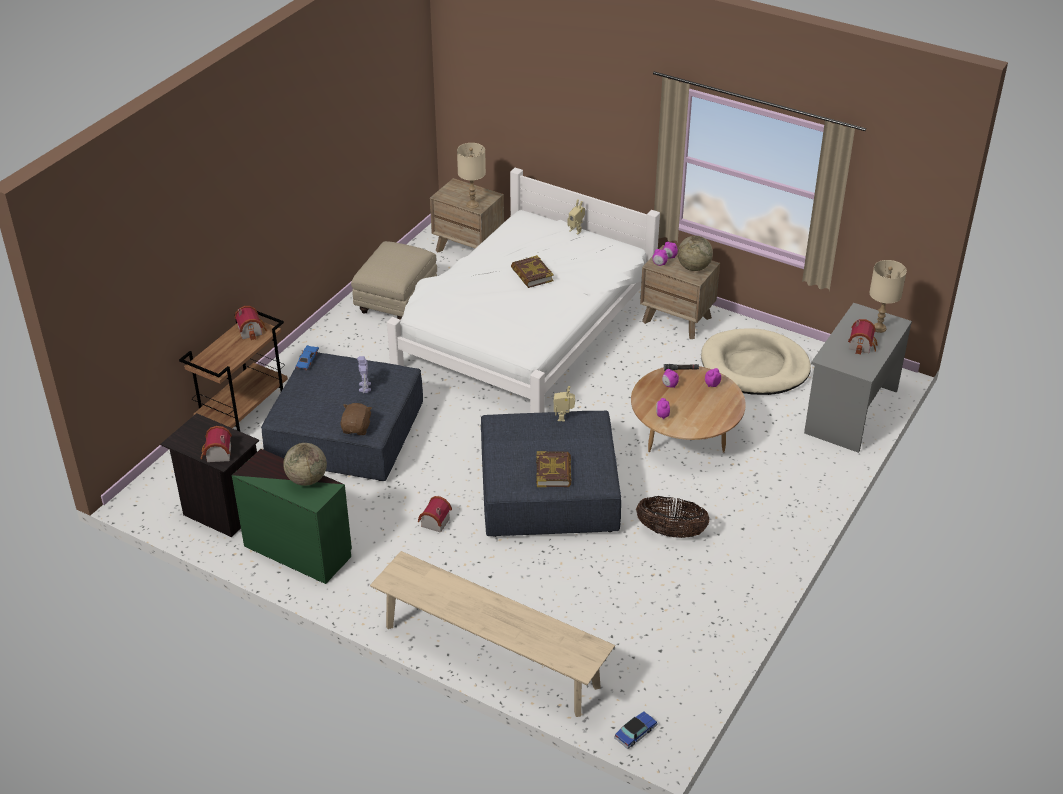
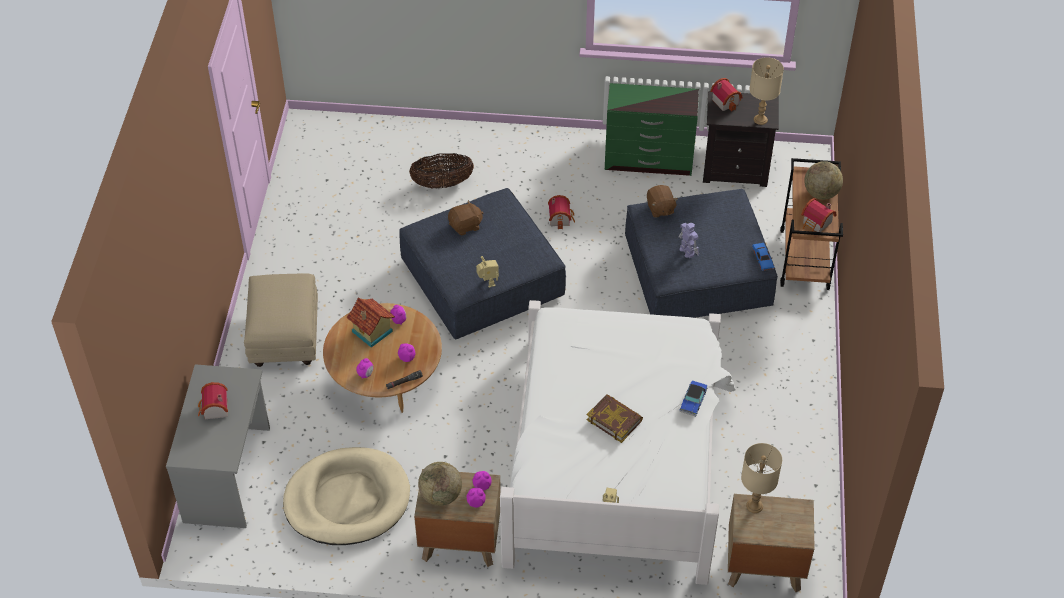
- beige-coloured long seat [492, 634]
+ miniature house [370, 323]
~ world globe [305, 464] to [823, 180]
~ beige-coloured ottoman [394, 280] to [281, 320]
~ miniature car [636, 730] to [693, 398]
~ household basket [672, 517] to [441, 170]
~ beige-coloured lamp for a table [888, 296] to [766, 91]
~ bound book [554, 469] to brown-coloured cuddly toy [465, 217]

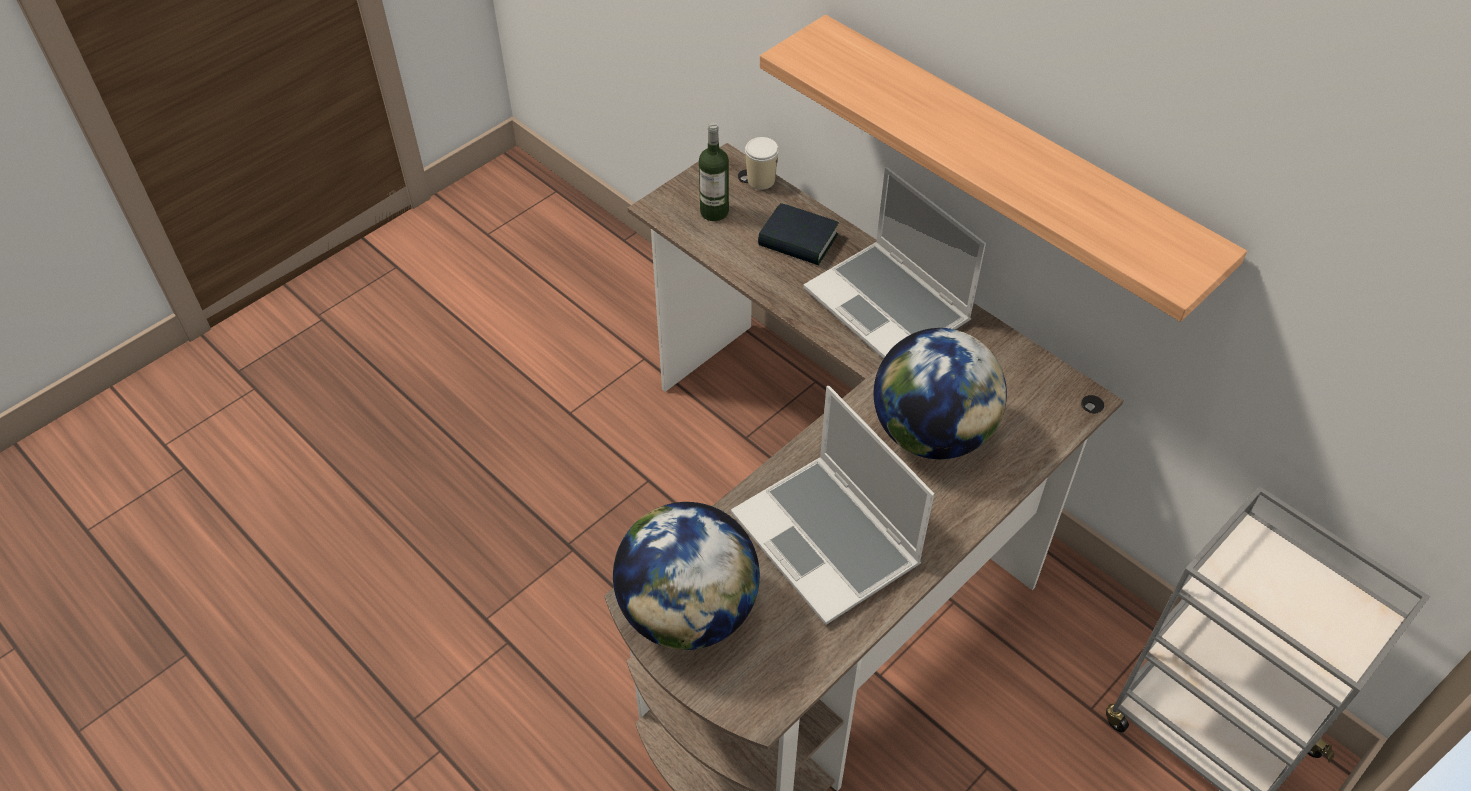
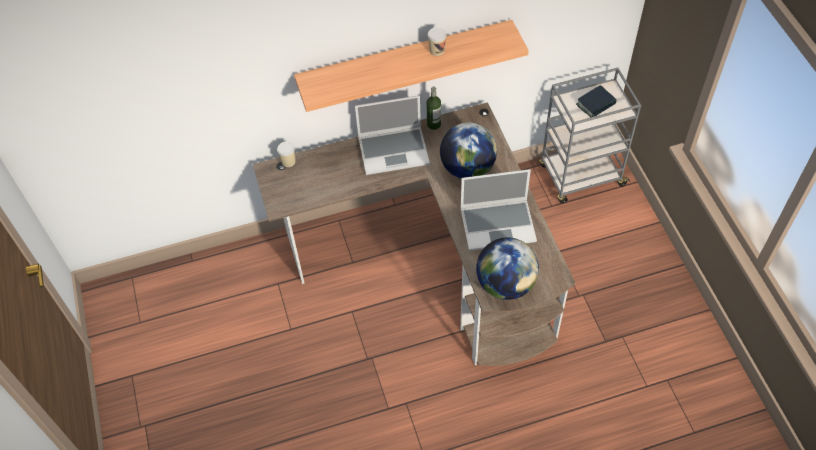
+ drinking cup [437, 41]
~ beverage bottle [714, 172] to [434, 108]
~ bound book [798, 234] to [596, 101]

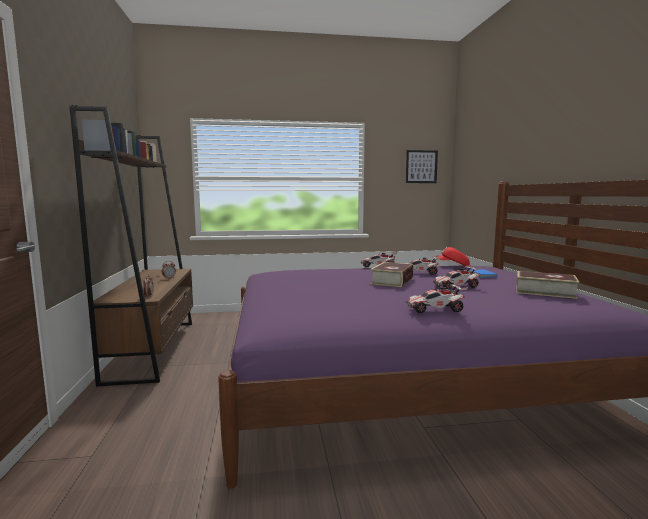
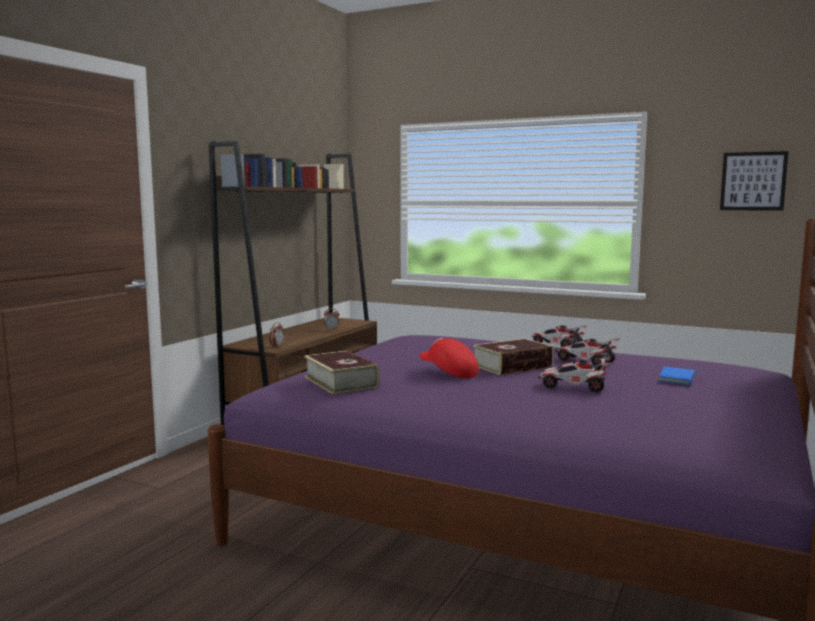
- miniature car [437, 297]
~ reddish cap [453, 256] to [449, 358]
~ bound book [547, 285] to [341, 372]

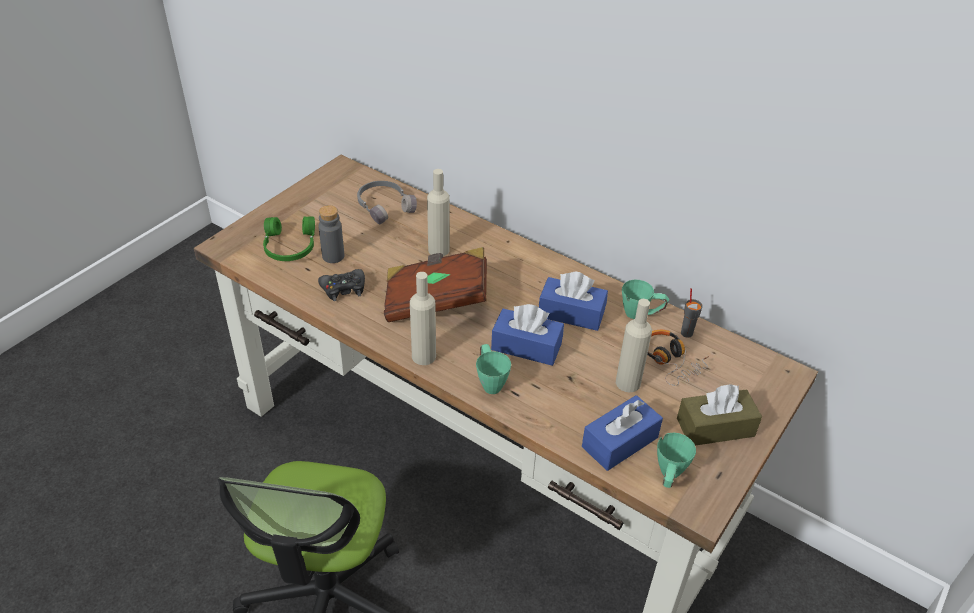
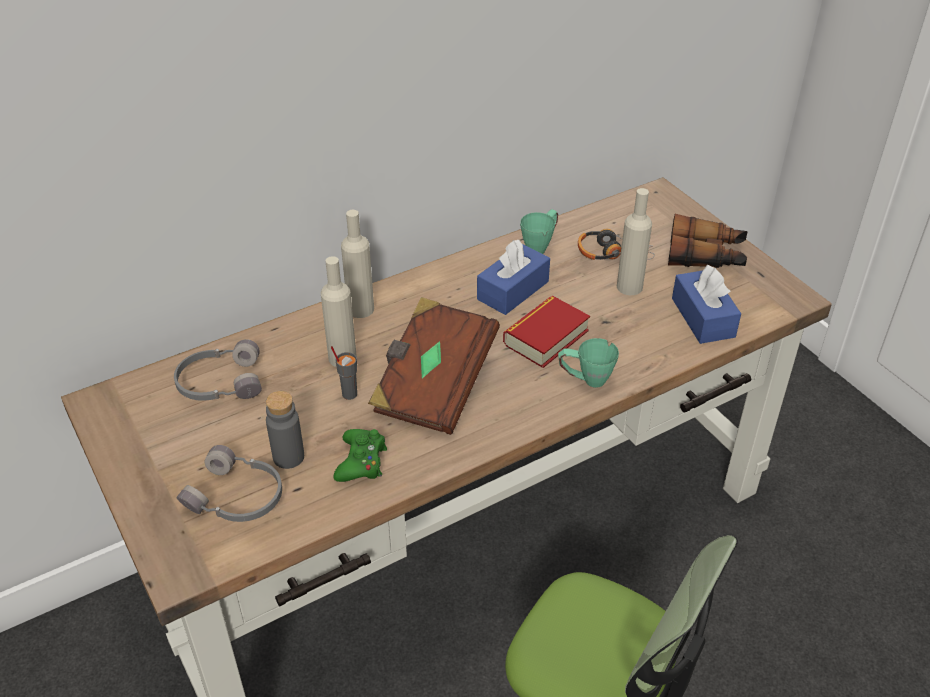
- greenish mug [676, 460]
~ beige-coloured beverage bottle [423, 318] to [357, 264]
~ gray drinking cup [692, 313] to [344, 373]
~ bluish box of tissues [527, 335] to bound book [546, 332]
~ brown-coloured box of tissues [719, 415] to pair of binoculars [708, 241]
~ greenish headphones [289, 238] to gray headphones [229, 483]
~ black gamepad [341, 285] to greenish gamepad [360, 455]

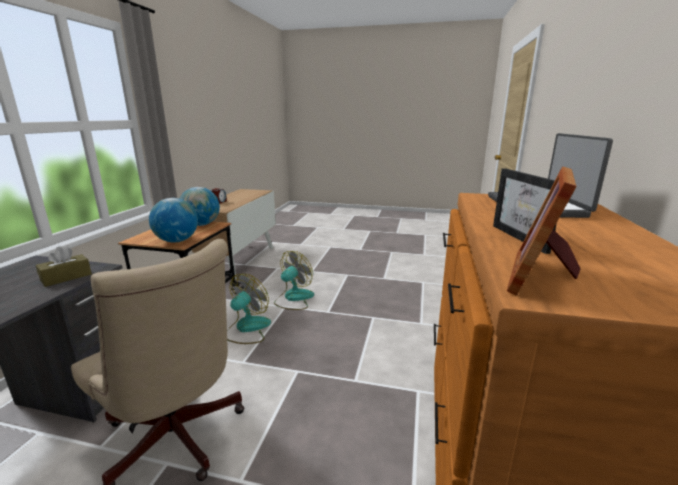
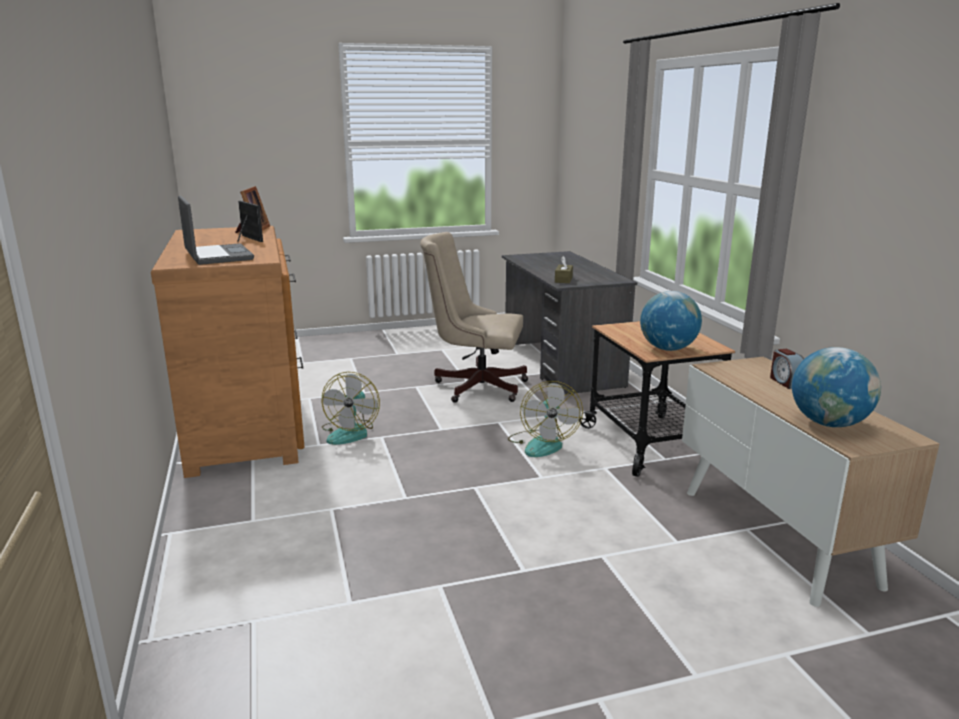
~ world globe [173, 220] to [836, 387]
~ electric fan [294, 280] to [350, 408]

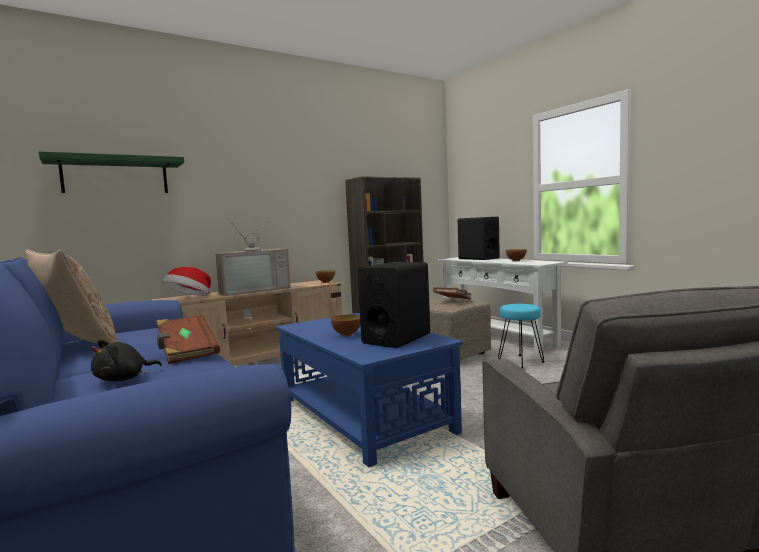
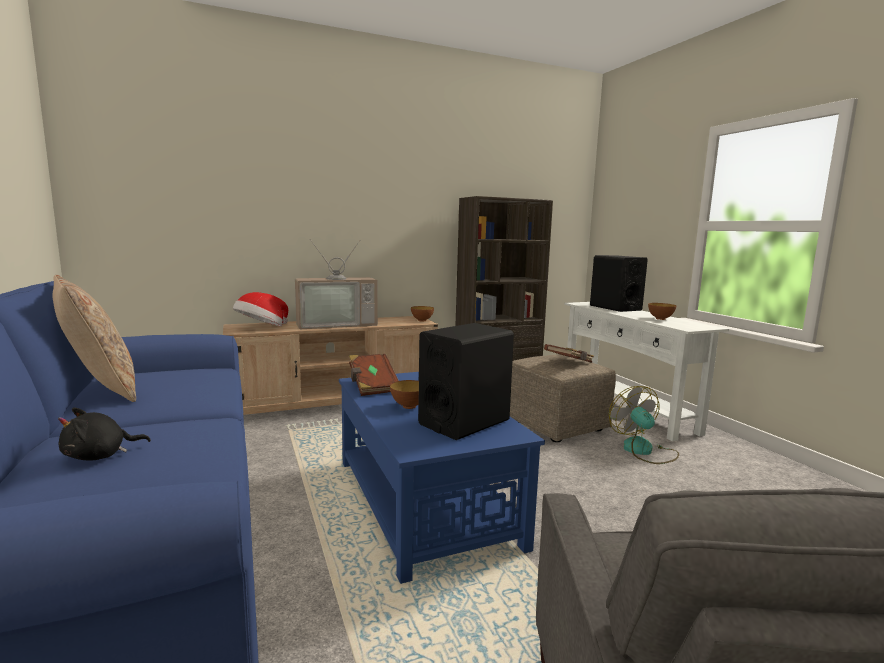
- greenish wall shelf [111, 172]
~ brown-coloured bound book [188, 339] to [374, 375]
~ turquoise stool [521, 336] to electric fan [644, 425]

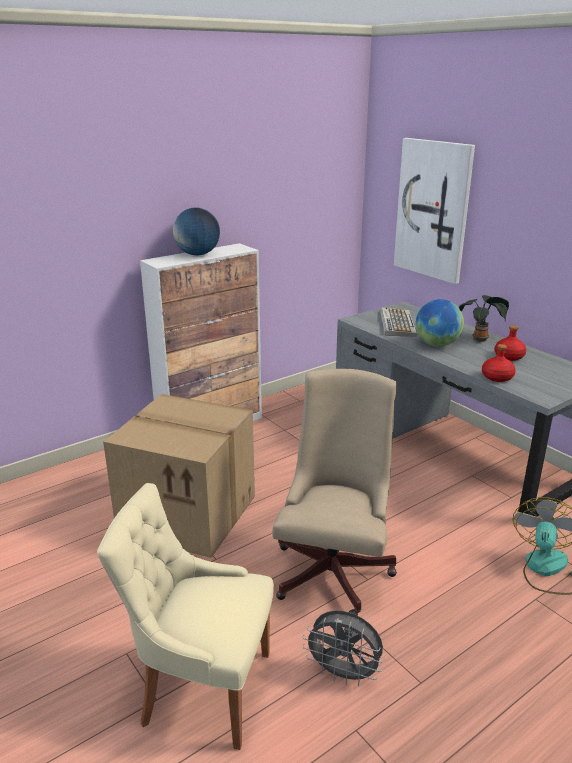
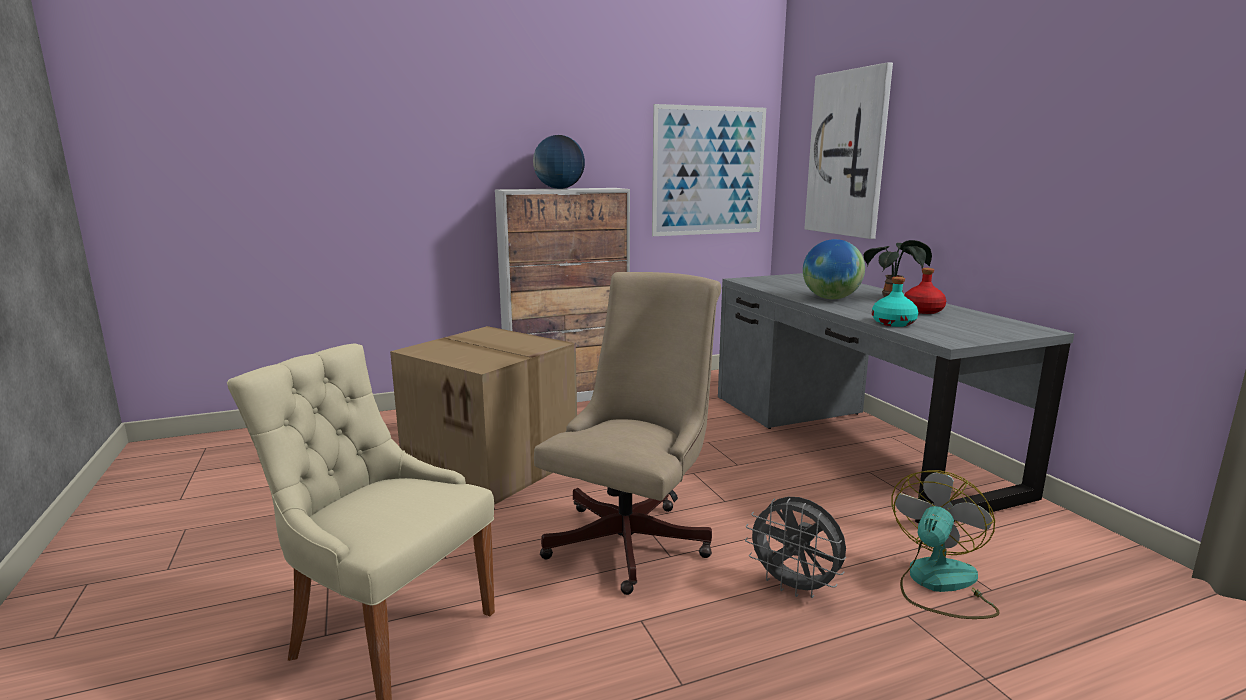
- keyboard [398, 321]
+ wall picture [709, 170]
~ gray electric fan [343, 648] to [795, 547]
~ reddish beverage bottle [499, 363] to turquoise beverage bottle [895, 302]

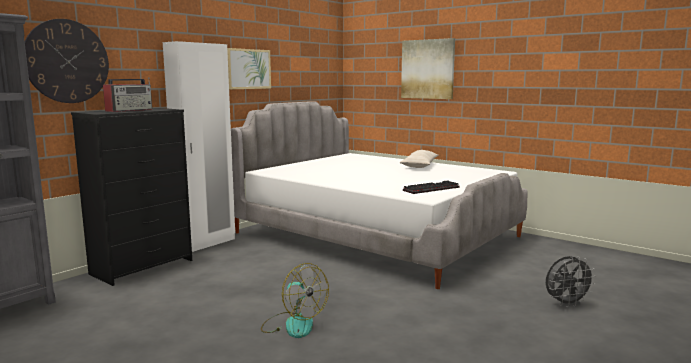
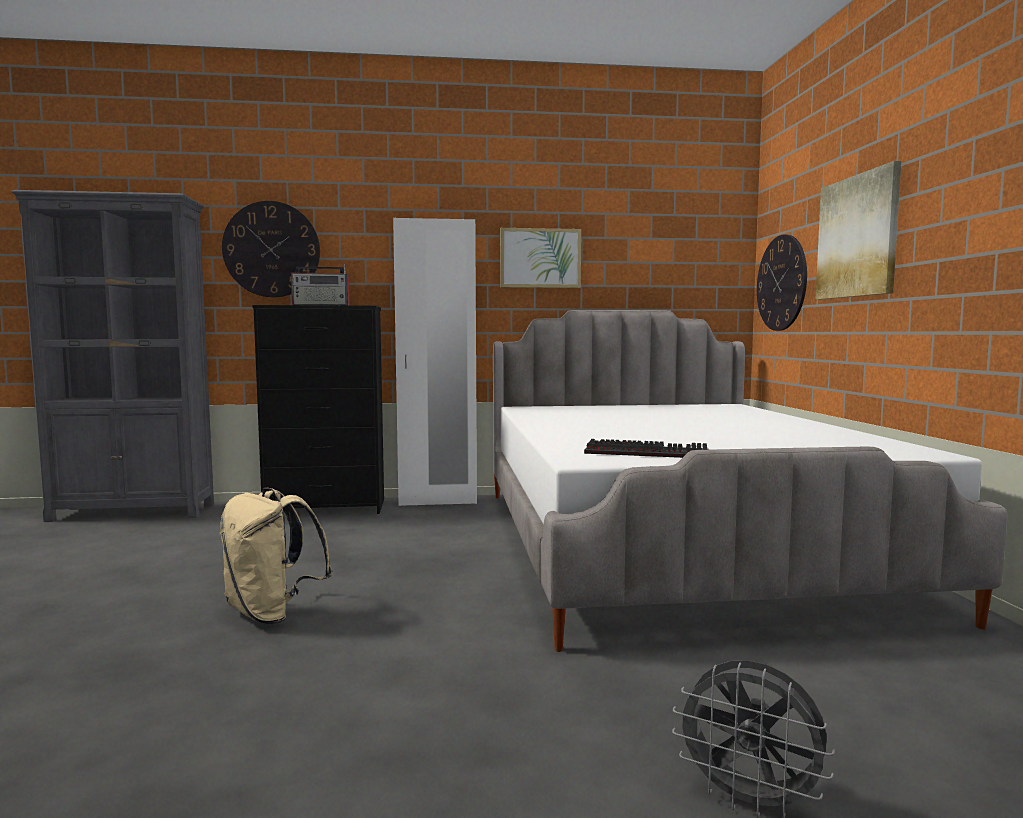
- beige-coloured pillow [419, 159]
+ clock on the wall [782, 282]
~ electric fan [295, 300] to beige-coloured knapsack [276, 556]

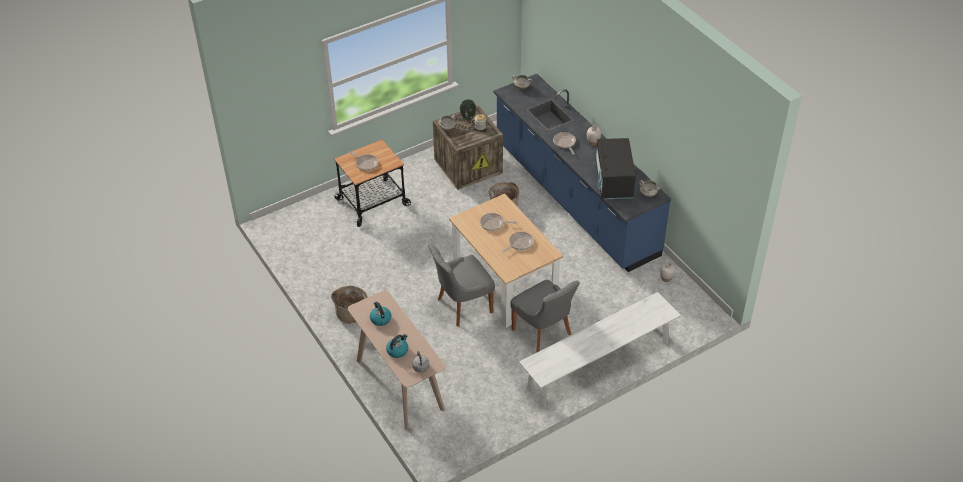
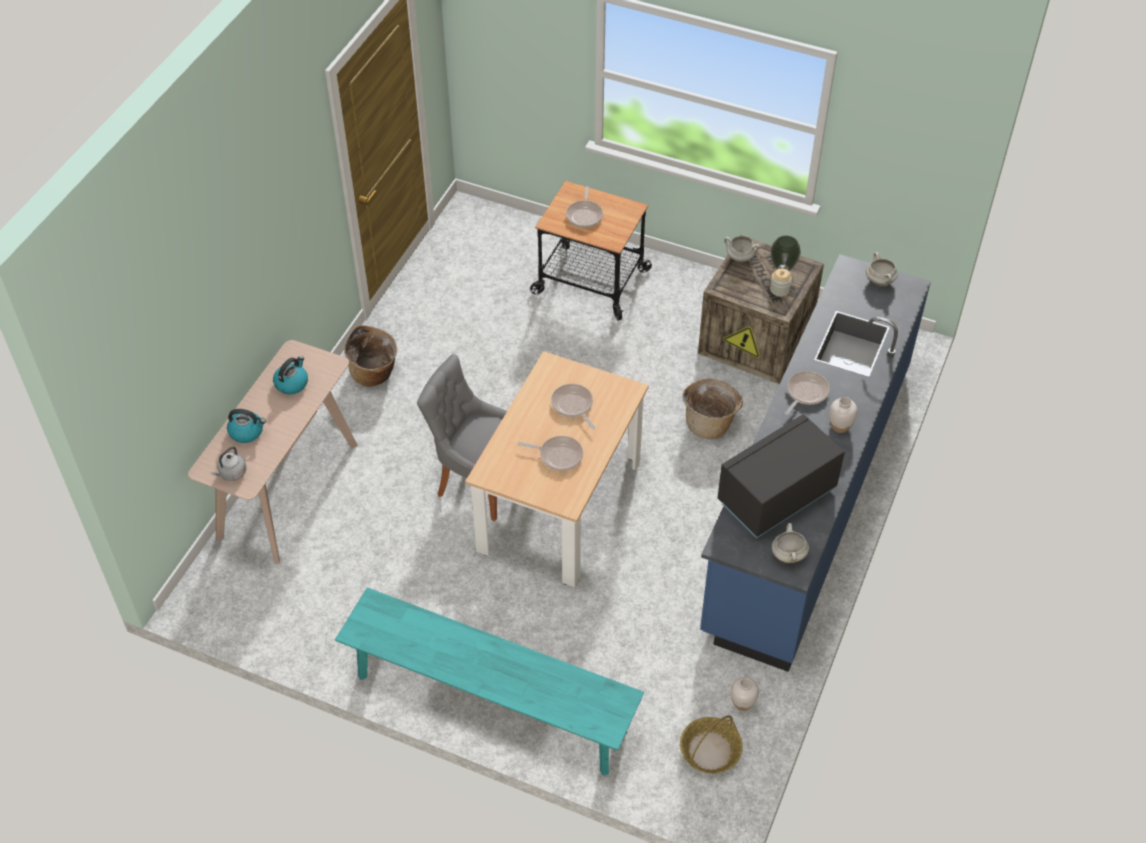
- gray upright chair [545, 316]
+ household basket [711, 744]
~ whitish long seat [600, 350] to turquoise long seat [489, 681]

